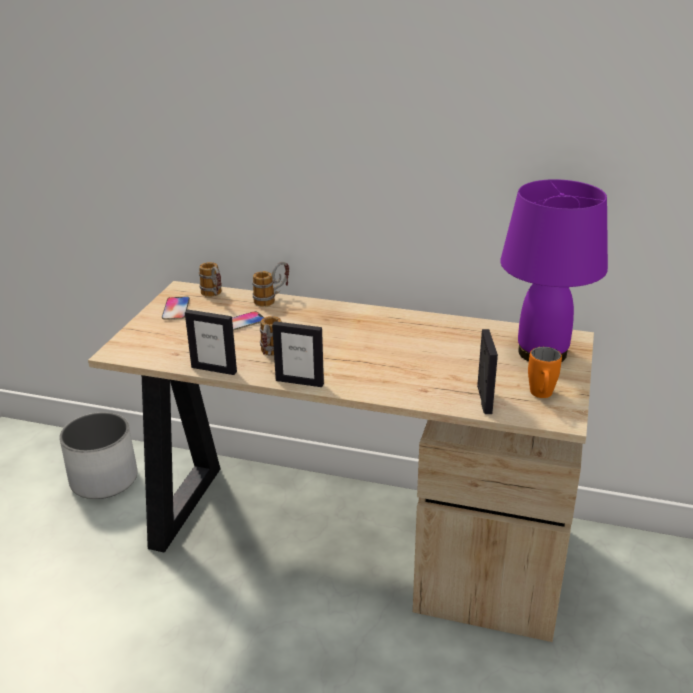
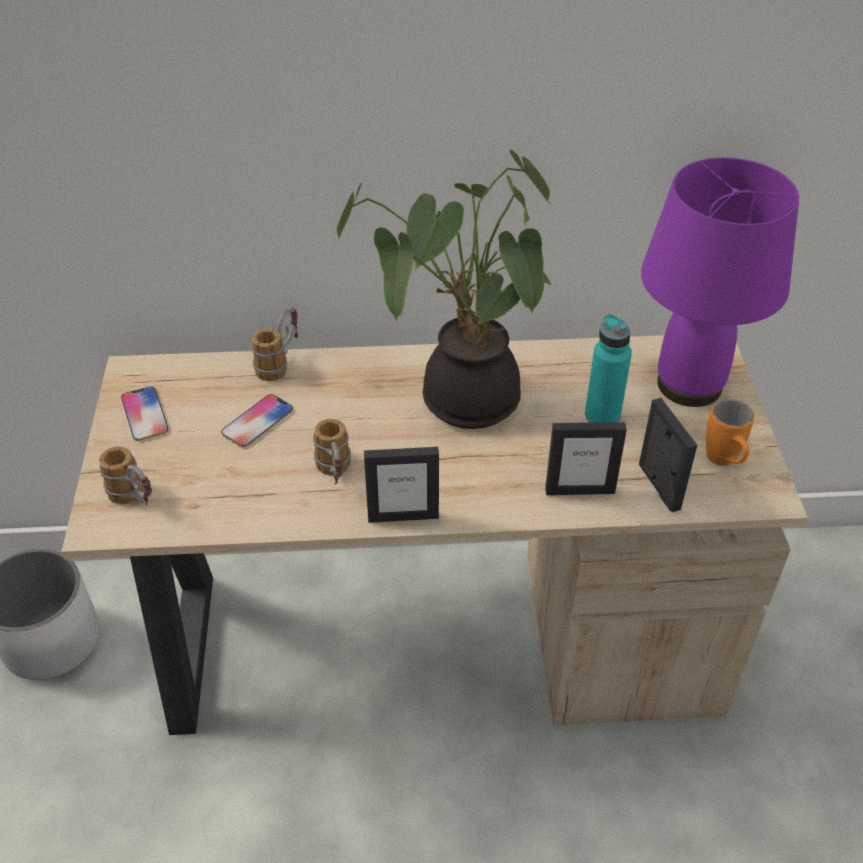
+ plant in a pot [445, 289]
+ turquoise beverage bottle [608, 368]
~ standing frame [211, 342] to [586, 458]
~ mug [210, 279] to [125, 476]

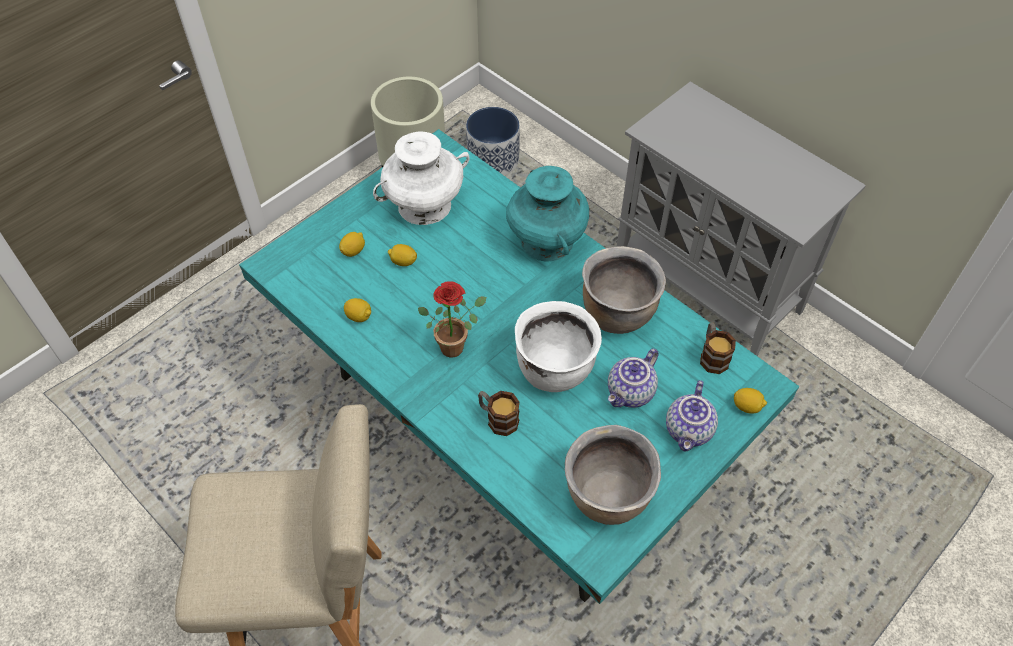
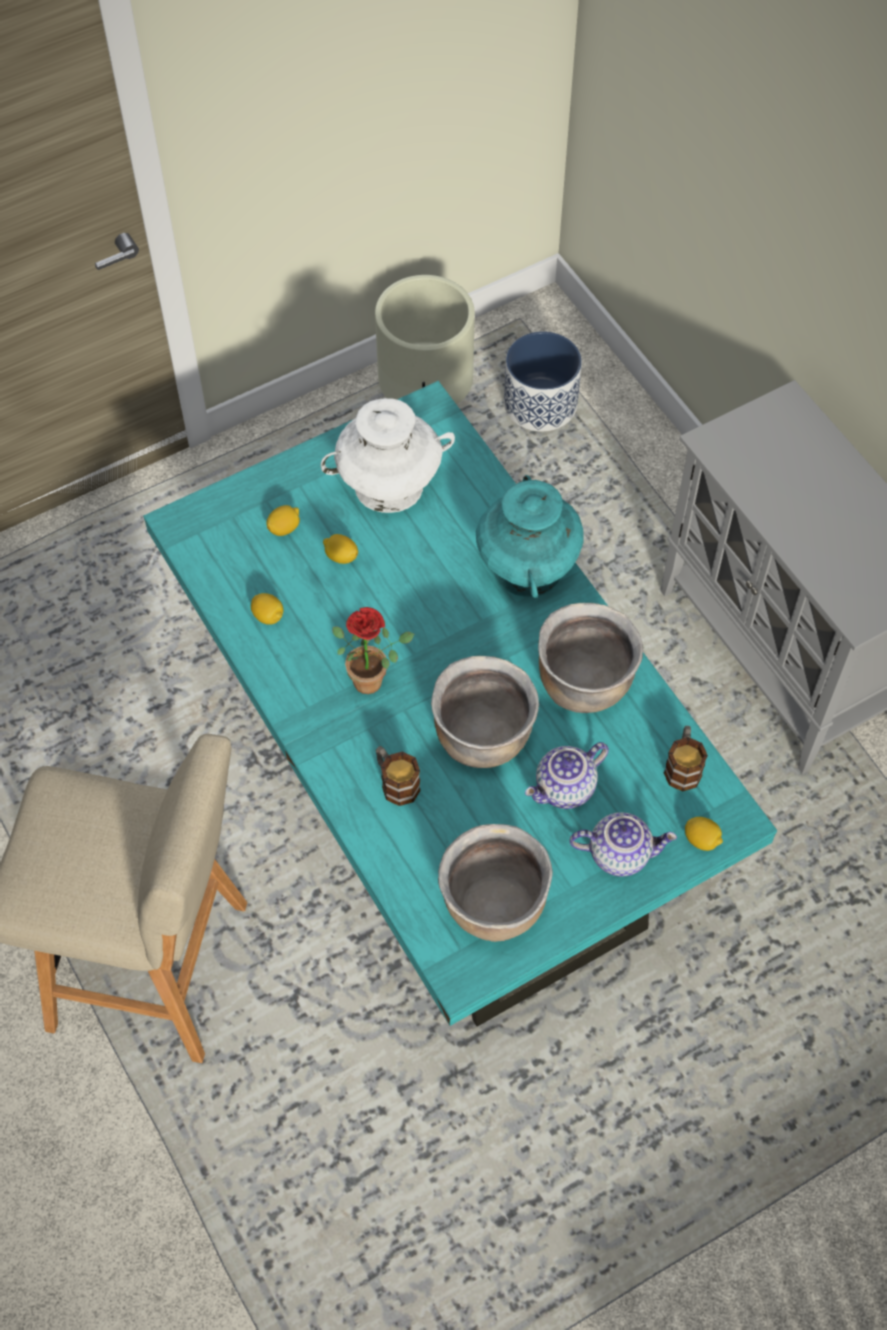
~ whitish saucepot [558, 346] to brown-coloured saucepot [485, 712]
~ pot for tea [692, 415] = [623, 844] 120 degrees counterclockwise

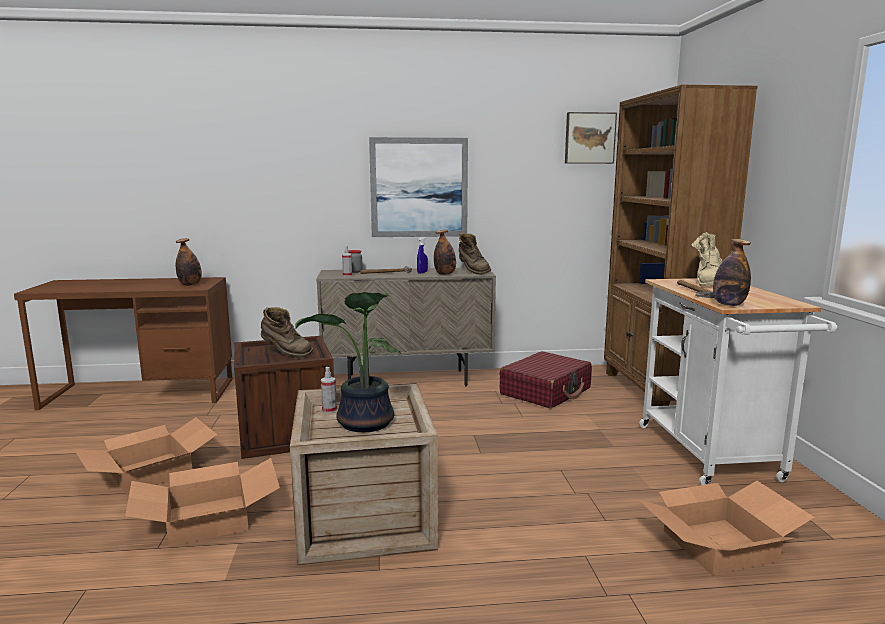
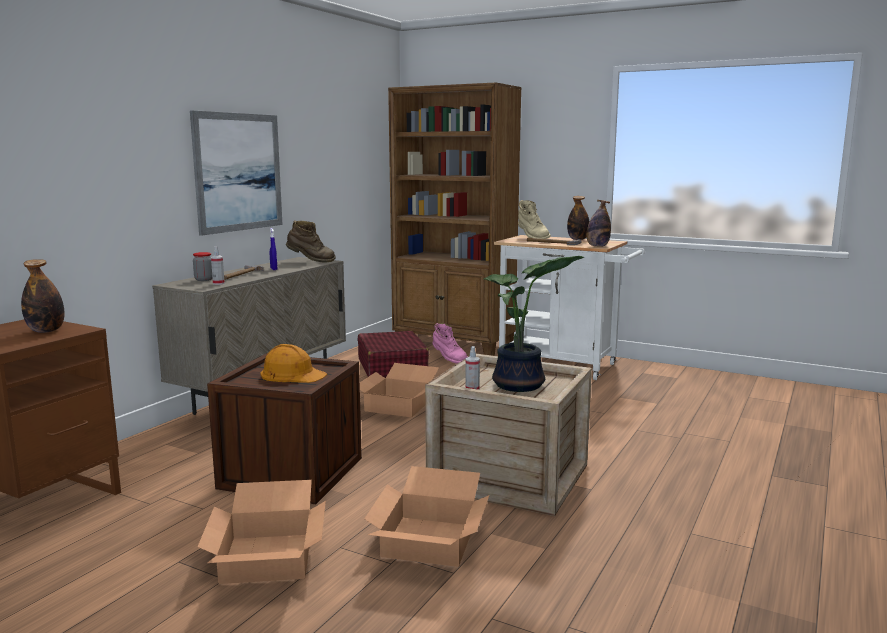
- wall picture [591, 138]
+ pink tall boot [450, 343]
~ beverage bottle [445, 252] to [578, 218]
~ packing box [726, 528] to [399, 390]
~ brown-coloured tall boot [287, 332] to orange safety helmet [293, 363]

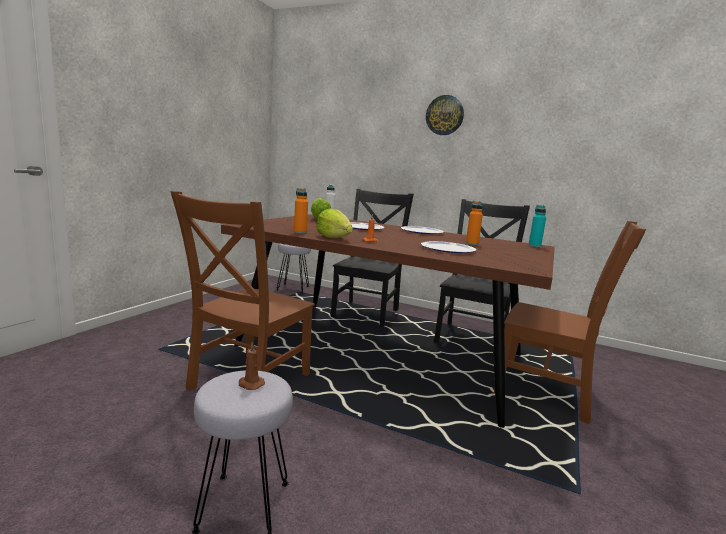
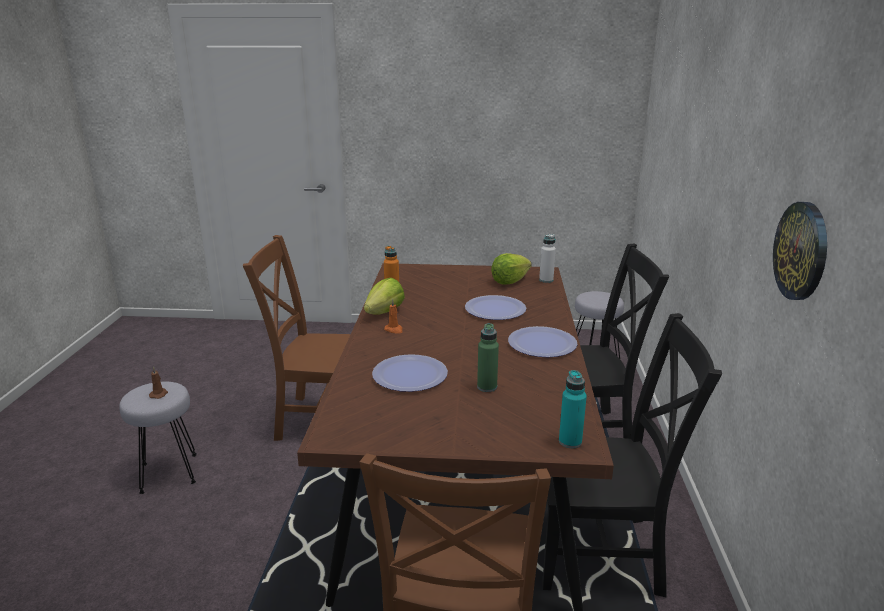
~ clock on the wall [445, 115] to [800, 251]
~ orange beverage bottle [474, 223] to greenish beverage bottle [488, 357]

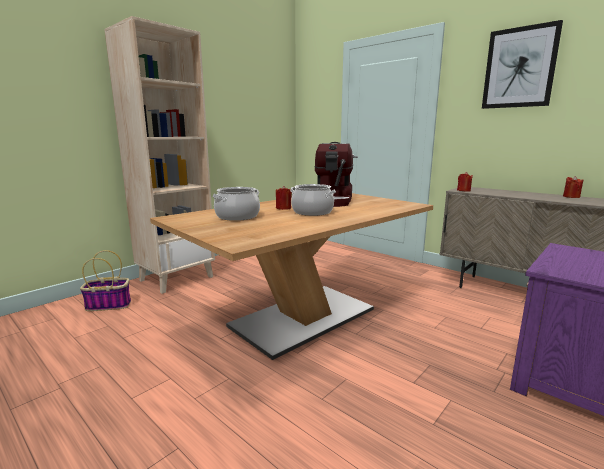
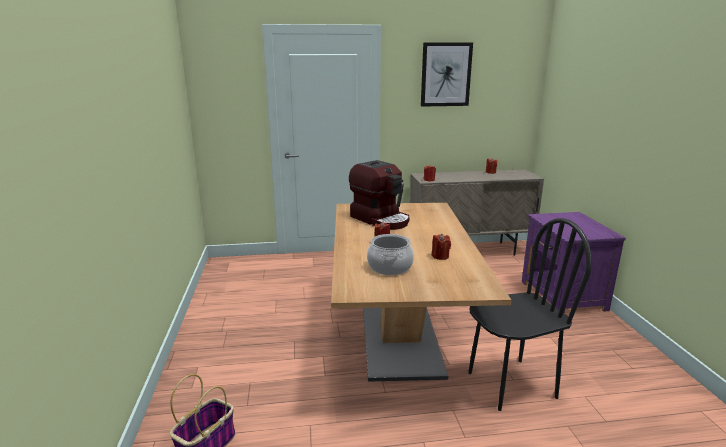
- beige-coloured shelving unit [159, 155]
- saucepot [313, 200]
+ reddish candle [441, 247]
+ black upright chair [530, 314]

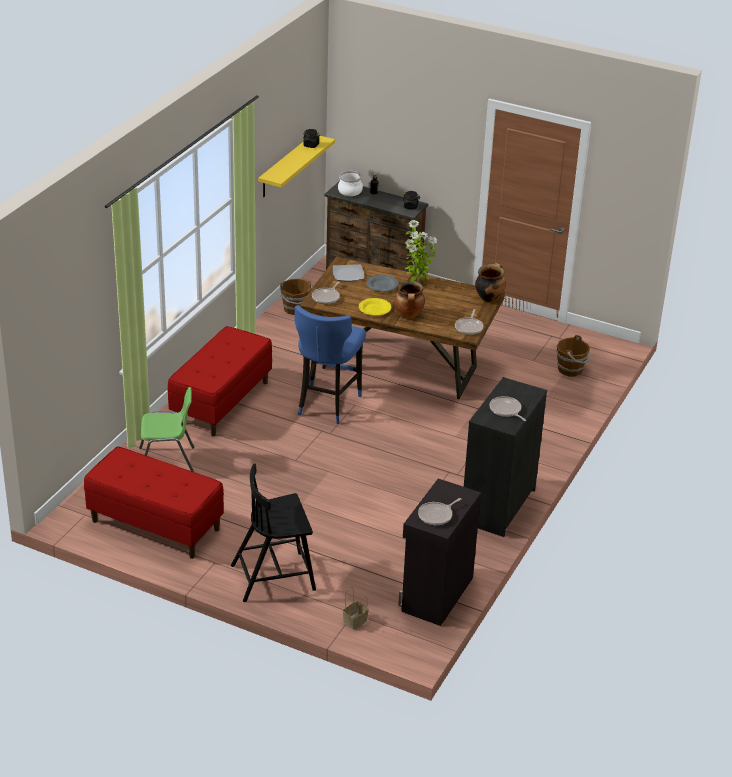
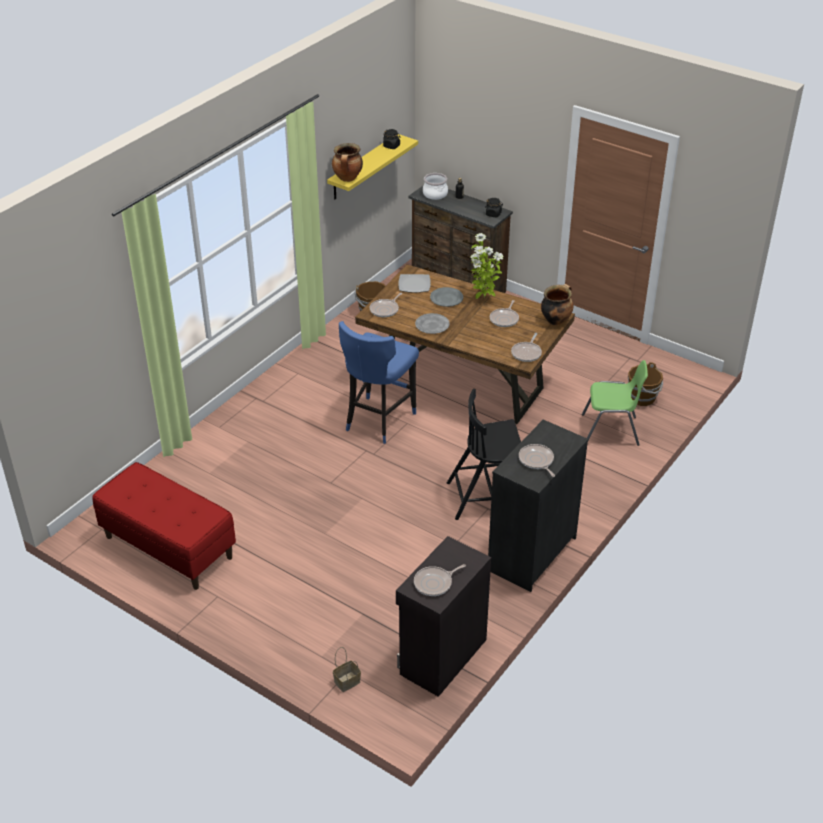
- reddish long seat [220, 381]
+ pan [504, 313]
~ greenish upright chair [166, 429] to [615, 403]
~ black upright chair [273, 533] to [484, 454]
~ saucepot [409, 300] to [347, 162]
~ yellow flat dish [375, 307] to gray flat dish [432, 323]

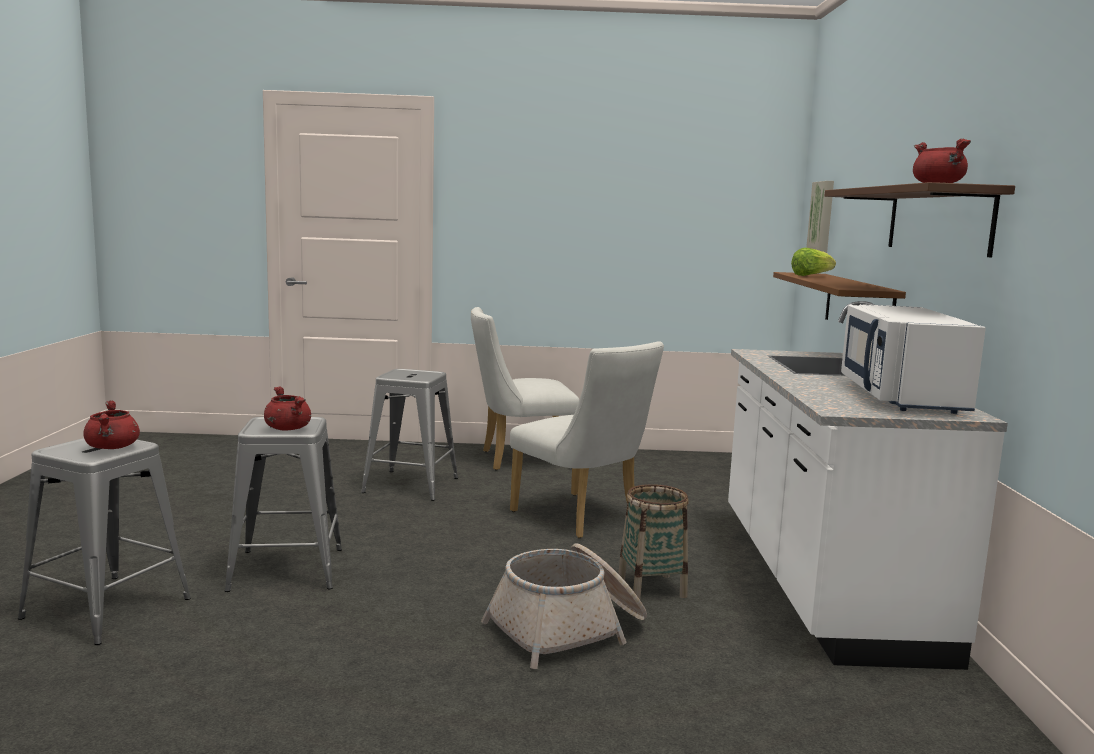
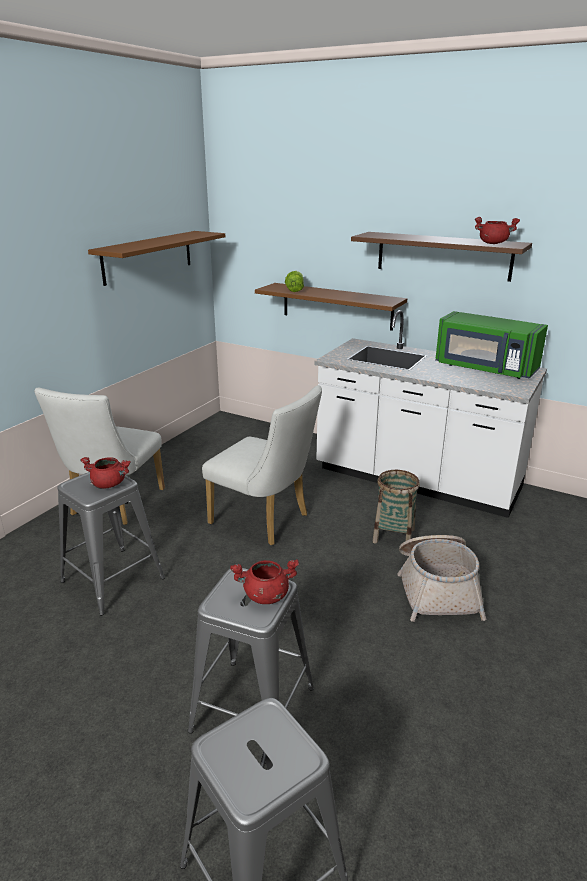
- wall picture [820, 217]
+ brown-coloured wall shelf [156, 258]
~ reddish saucepot [111, 424] to [105, 472]
~ whitish kitchen microwave [913, 359] to greenish kitchen microwave [491, 345]
~ whitish upright chair [587, 439] = [262, 465] 45 degrees clockwise

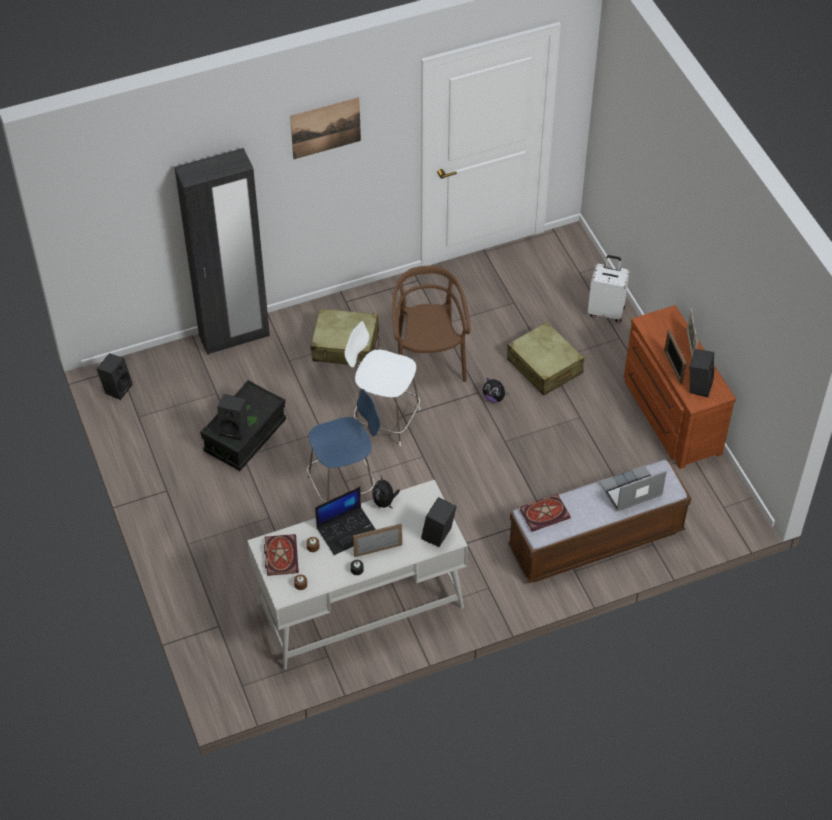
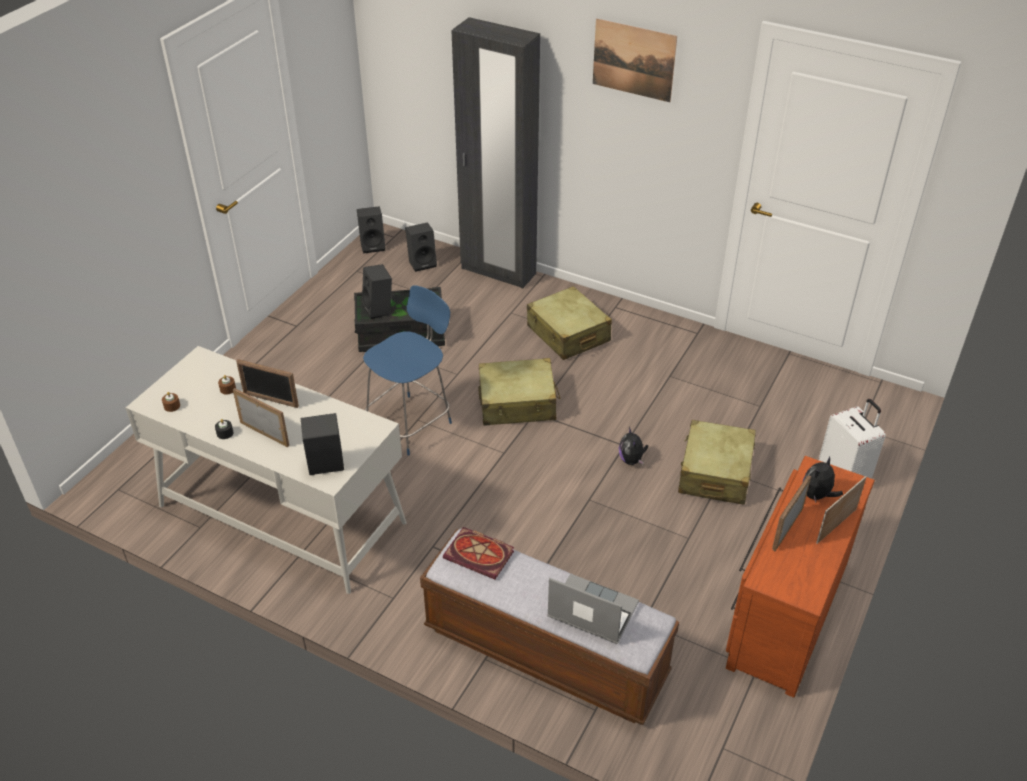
- bound book [281, 555]
- brown-coloured upright chair [431, 324]
~ cuddly toy [386, 492] to [823, 479]
~ black speaker [702, 373] to [421, 247]
~ portable computer [345, 521] to standing frame [267, 383]
~ whitish upright chair [382, 383] to beige-coloured piece of luggage [519, 392]
~ bluish upright chair [344, 445] = [407, 370] 75 degrees counterclockwise

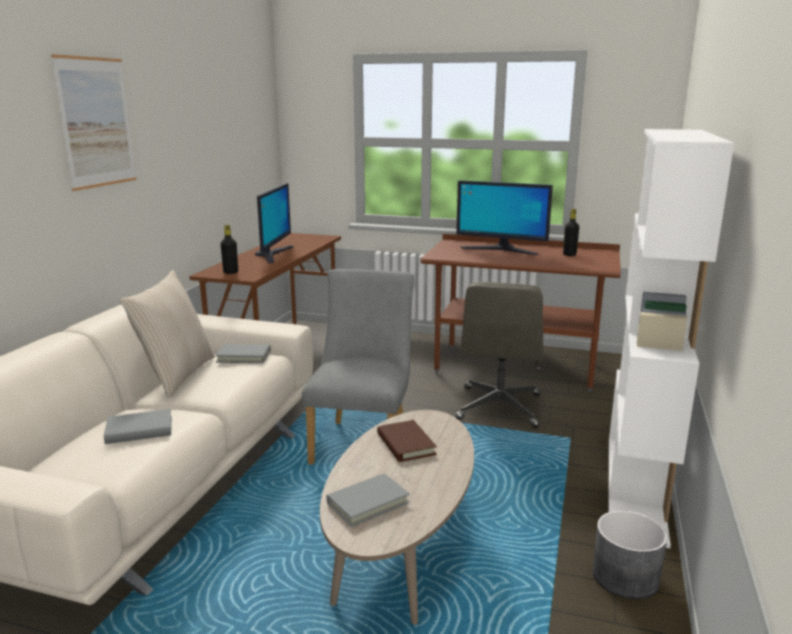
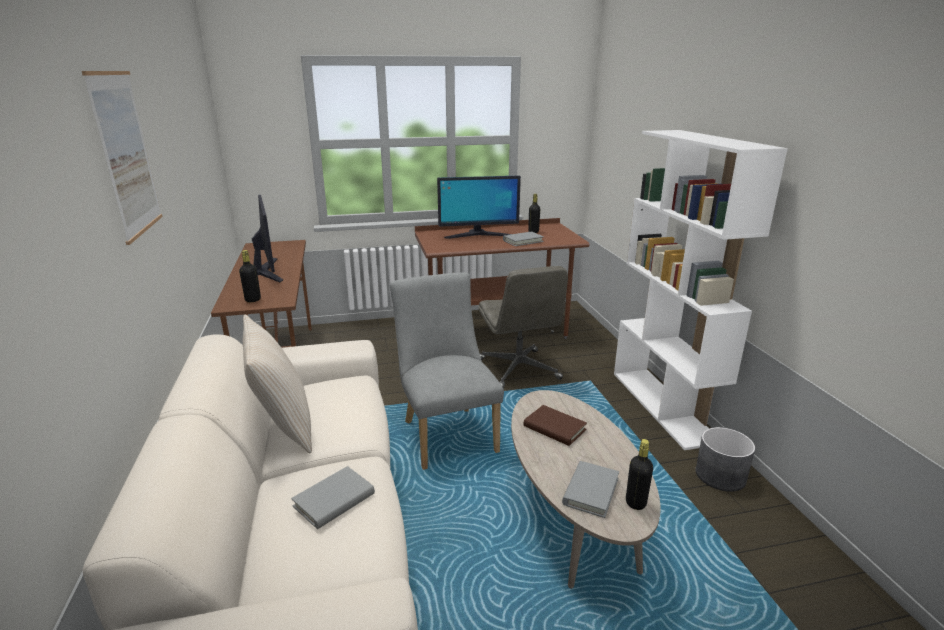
+ black beverage bottle [639, 474]
~ gray bound book [243, 353] to [523, 239]

